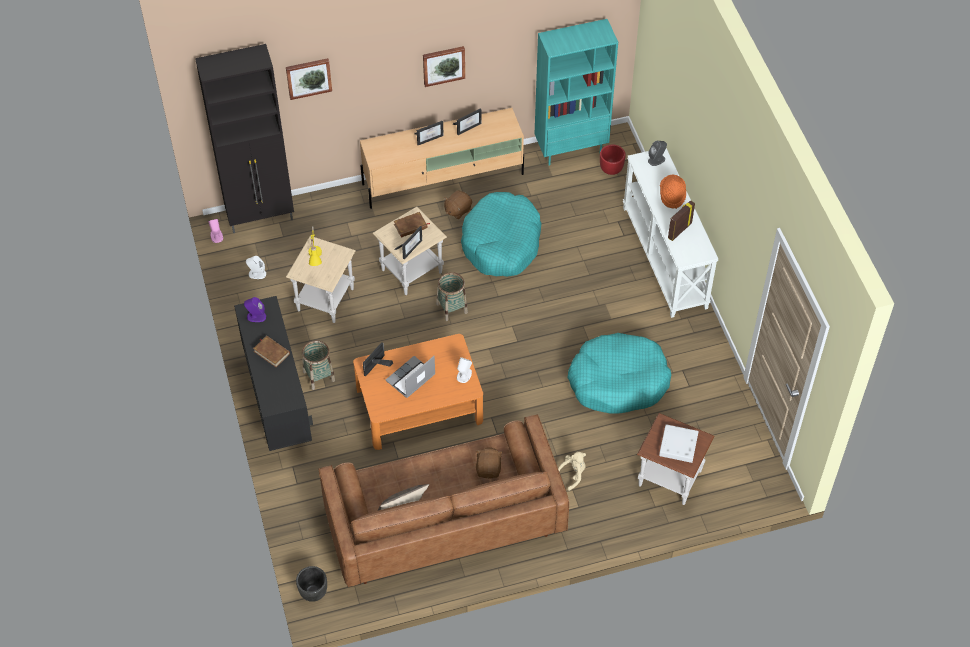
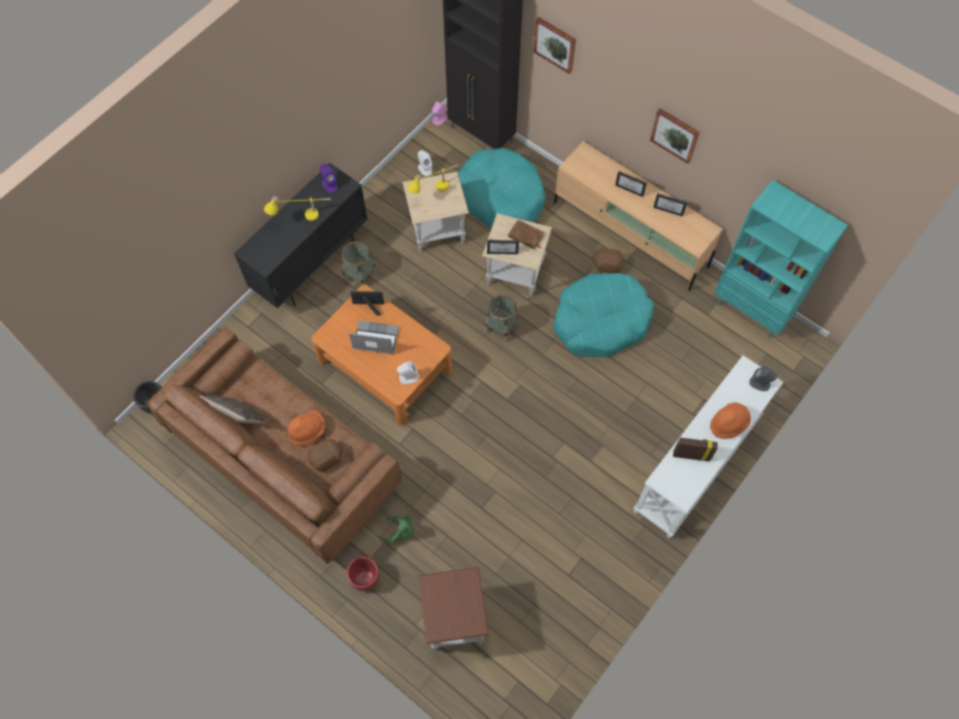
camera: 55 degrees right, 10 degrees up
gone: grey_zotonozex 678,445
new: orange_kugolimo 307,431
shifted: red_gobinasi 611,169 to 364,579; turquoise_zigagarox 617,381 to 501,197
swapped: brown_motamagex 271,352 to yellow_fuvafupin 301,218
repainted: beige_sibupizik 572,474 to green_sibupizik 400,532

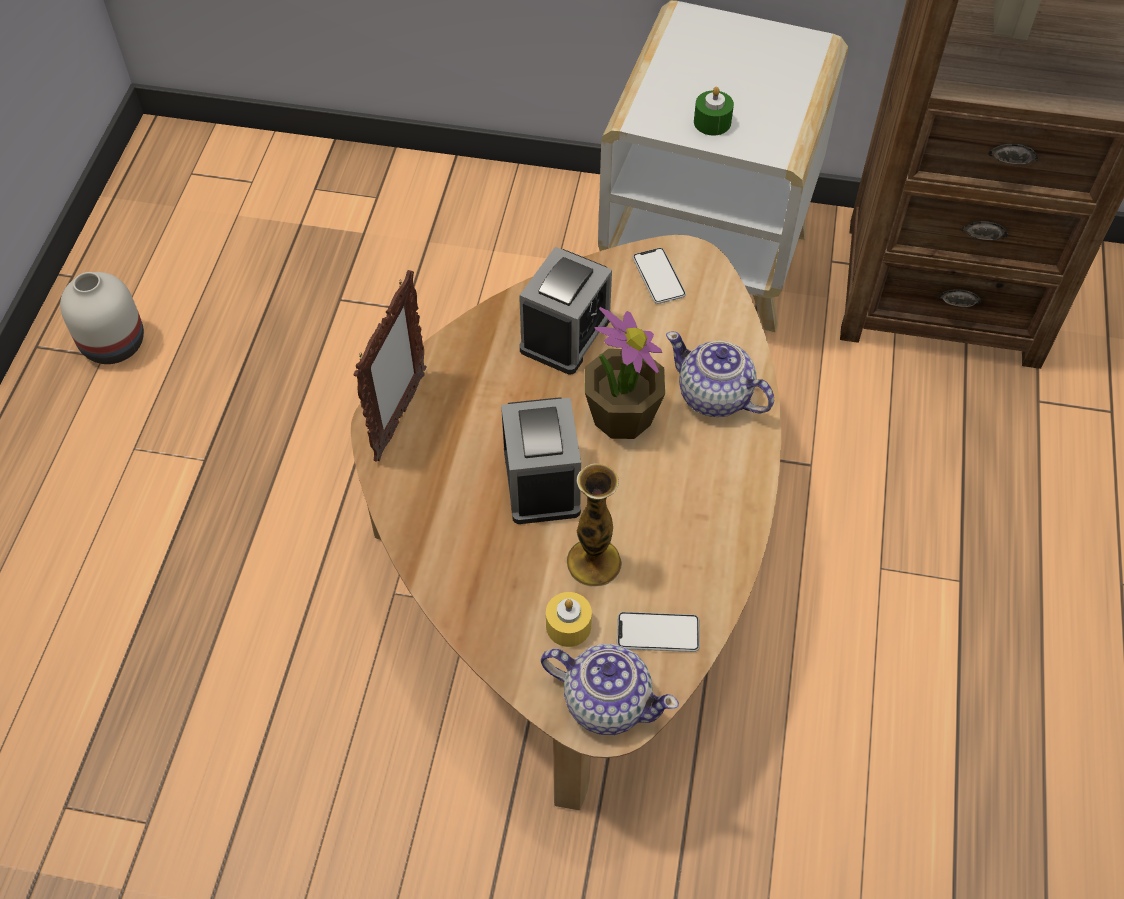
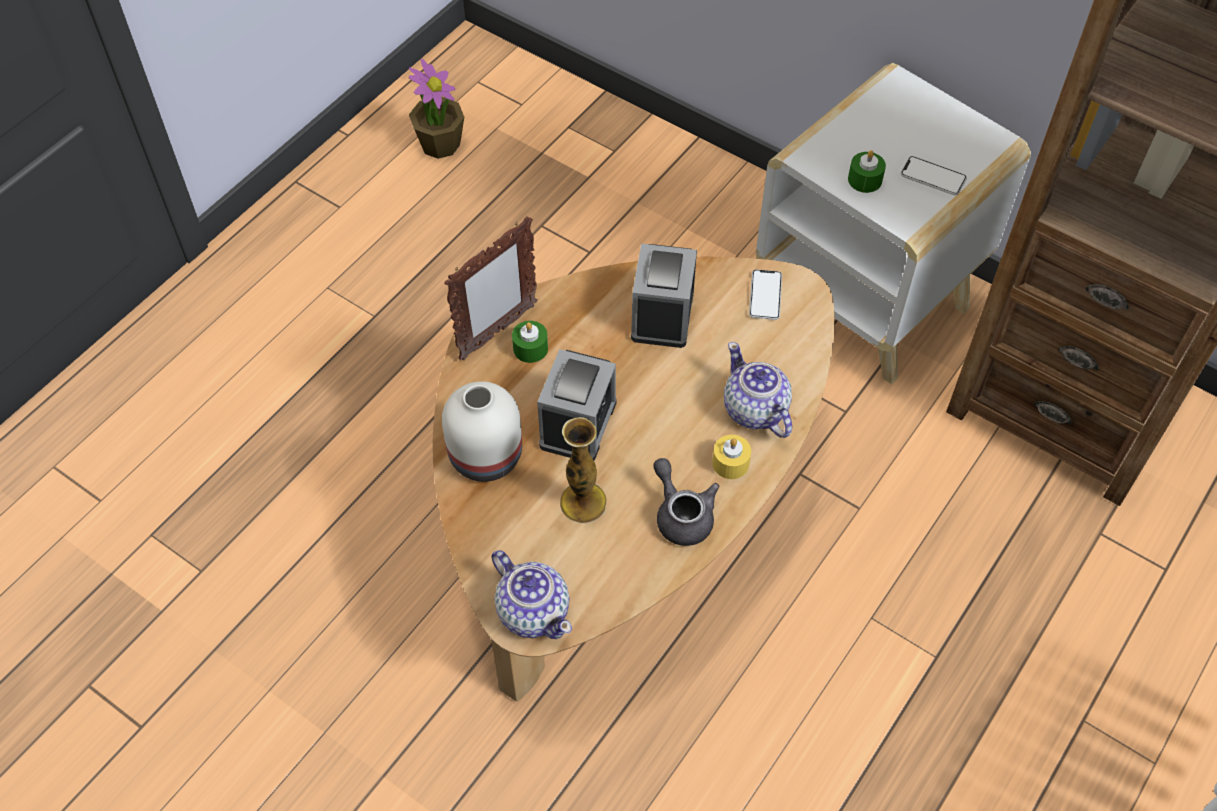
camera: 25 degrees right, 0 degrees up
new: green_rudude 530,348; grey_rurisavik 681,515
shifted: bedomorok 621,415 to 440,144; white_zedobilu 114,345 to 485,458; yellow_rudude 568,626 to 730,463; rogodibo 658,633 to 933,177
rotated: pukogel 565,334 = 662,314 135 degrees clockwise

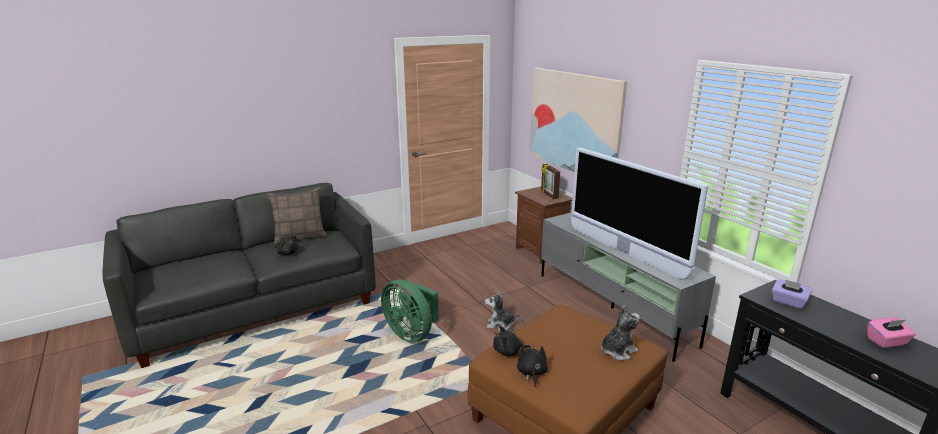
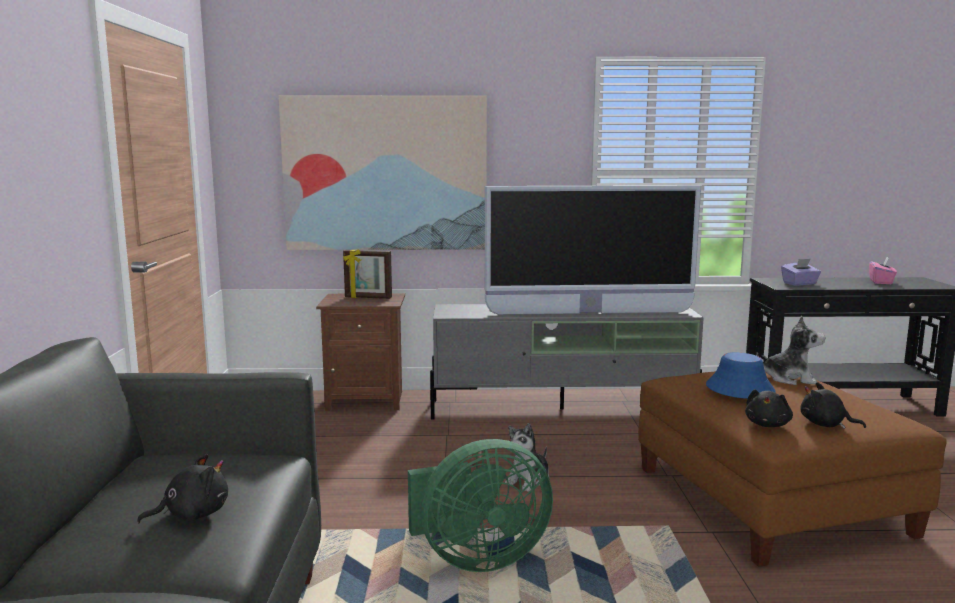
camera: 60 degrees left, 10 degrees down
gone: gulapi 300,237
new: blue_kugolimo 739,389
rotated: sibupizik 617,351 = 789,379 105 degrees clockwise

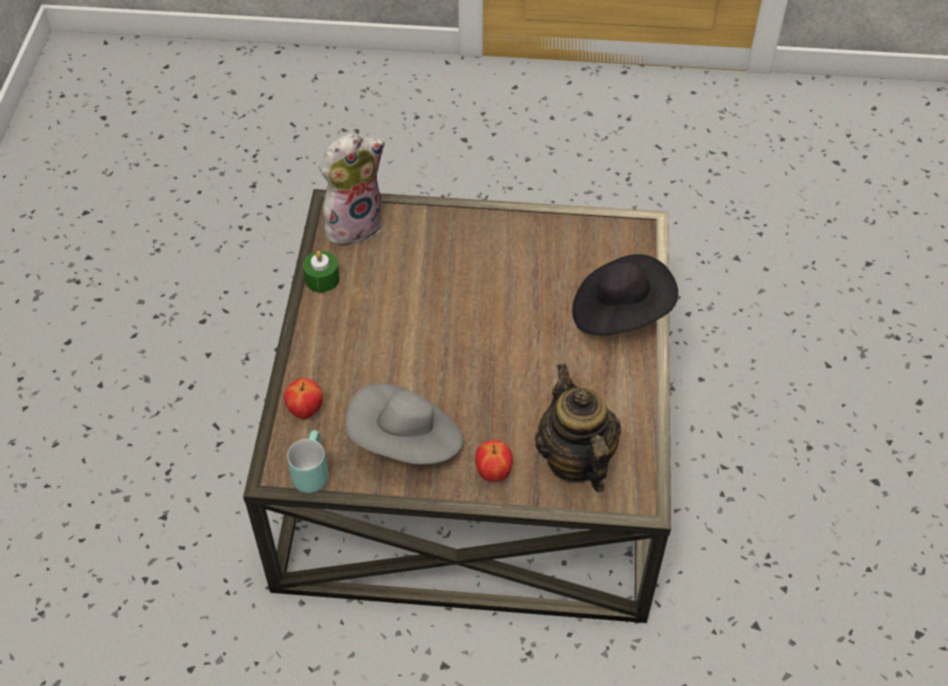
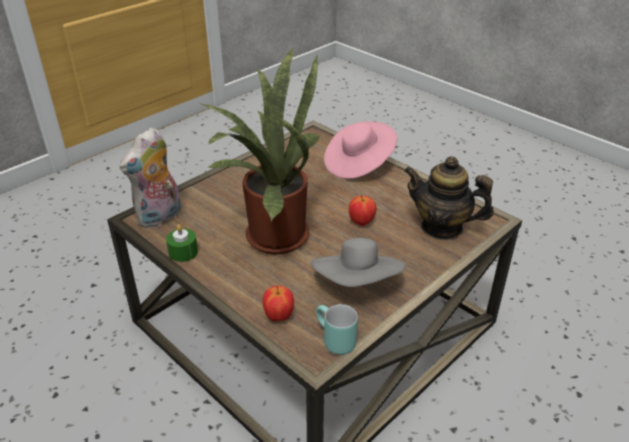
camera: 50 degrees left, 15 degrees down
new: bedomorok 271,235
shifted: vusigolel 493,473 to 361,222
repainted: black_kugolimo 620,313 to pink_kugolimo 358,164
rotated: sibupizik 354,223 = 160,218 150 degrees counterclockwise

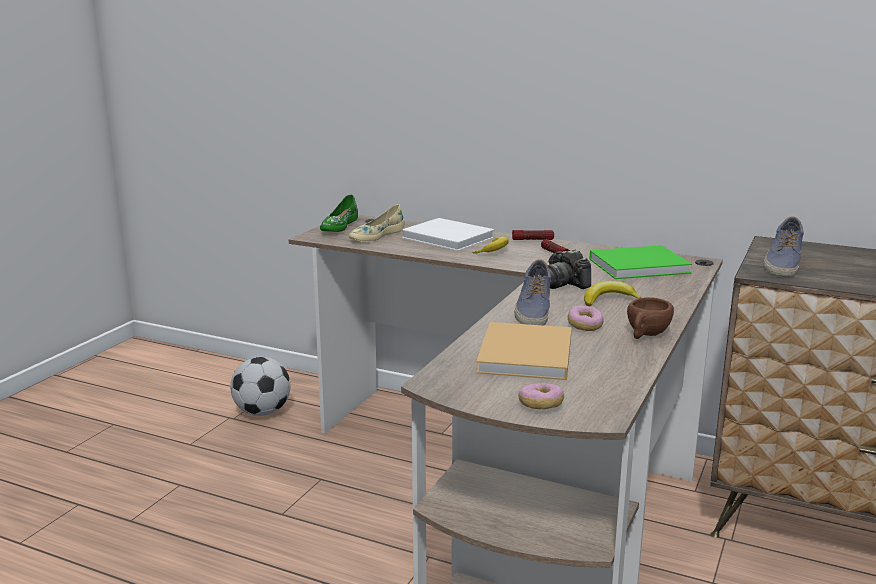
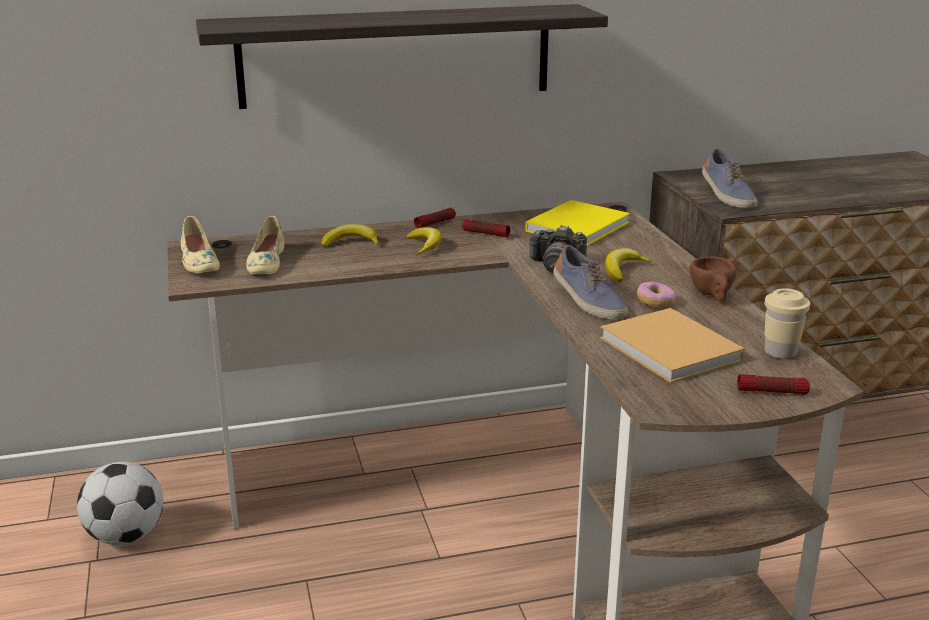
camera: 40 degrees left, 5 degrees up
new: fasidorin 396,55; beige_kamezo 780,352
swapped: white_motamagex 450,238 to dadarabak 351,243; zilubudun 540,405 to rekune 772,392
repainted: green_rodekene 338,226 to beige_rodekene 198,261; green_motamagex 641,266 to yellow_motamagex 579,226

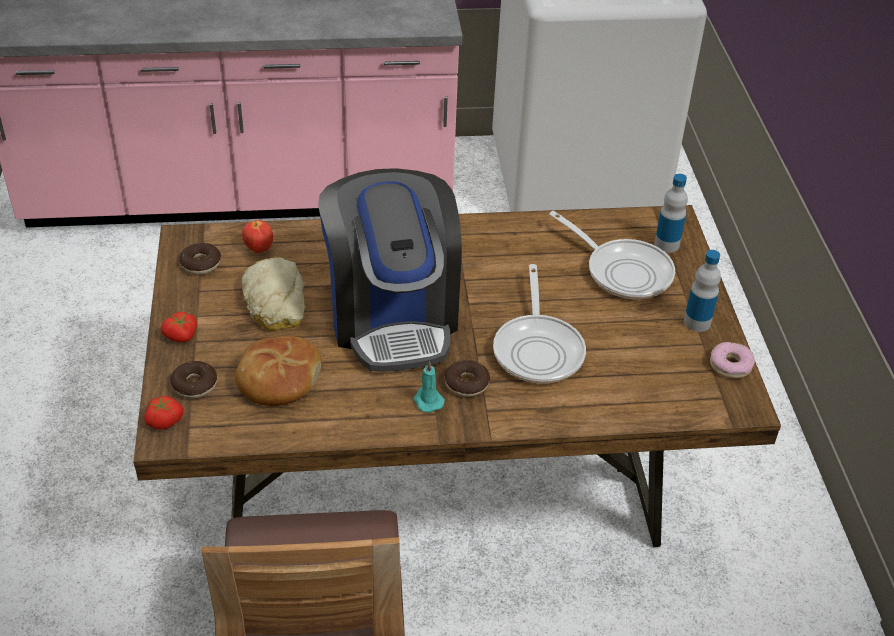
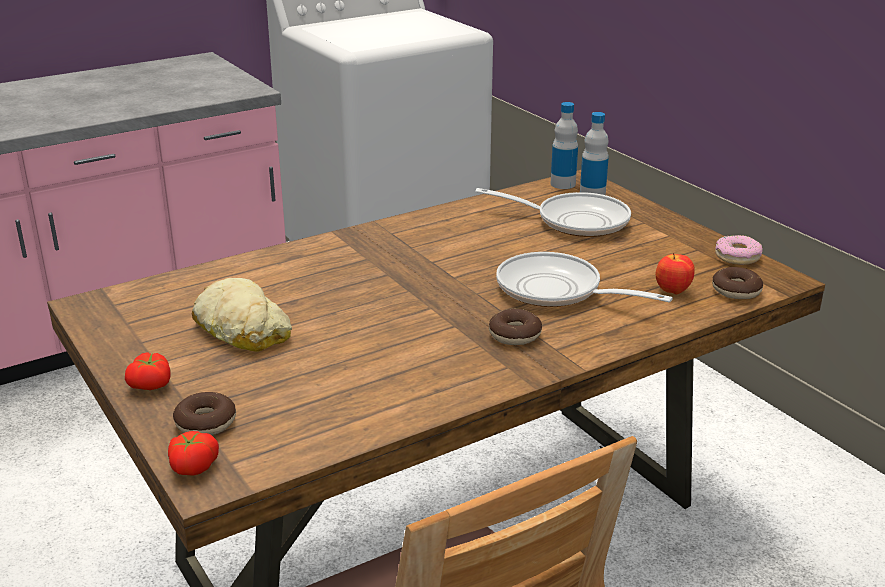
camera: 25 degrees left, 15 degrees down
gone: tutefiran 278,380; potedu 392,316; turquoise_rudude 427,400
shifted: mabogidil 697,322 to 563,184; vusigolel 258,249 to 672,291; zilubudun 201,264 to 736,291
rotated: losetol 538,349 = 557,291 150 degrees clockwise

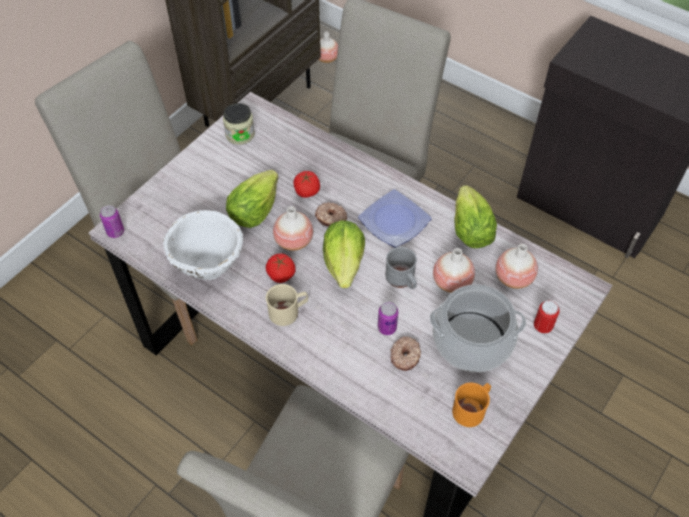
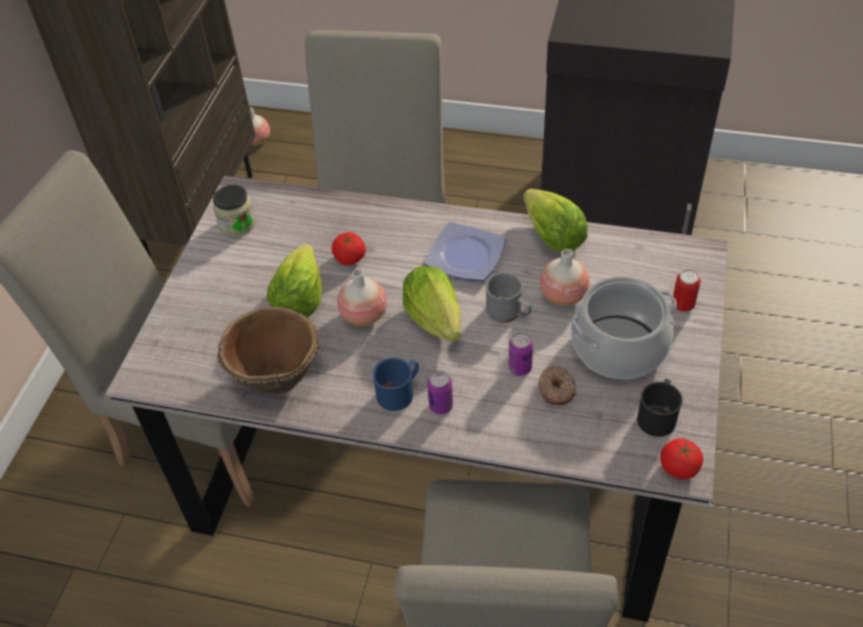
camera: 20 degrees left, 5 degrees down
gone: zilubudun 331,218; zedobilu 513,278
shifted: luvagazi 115,232 to 441,406; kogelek 281,275 to 678,468
repainted: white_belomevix 208,264 to brown_belomevix 275,375; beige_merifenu 288,311 to blue_merifenu 399,392; orange_merifenu 472,408 to black_merifenu 658,415

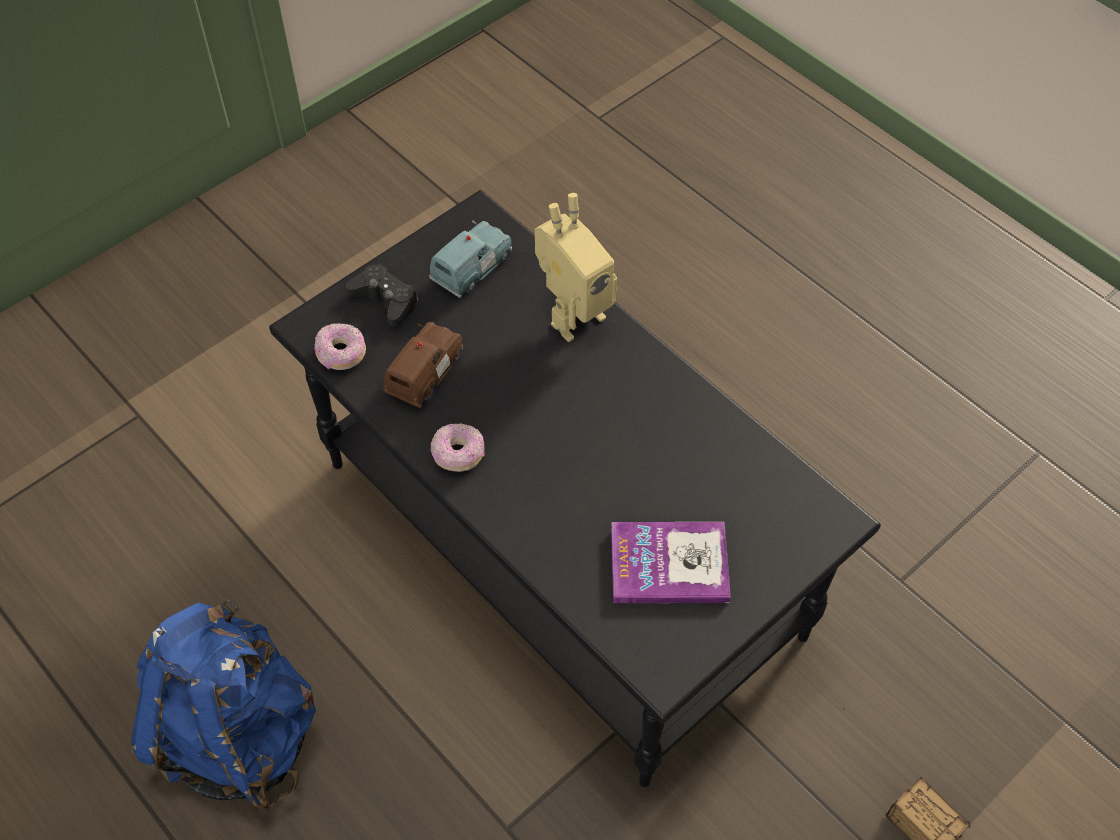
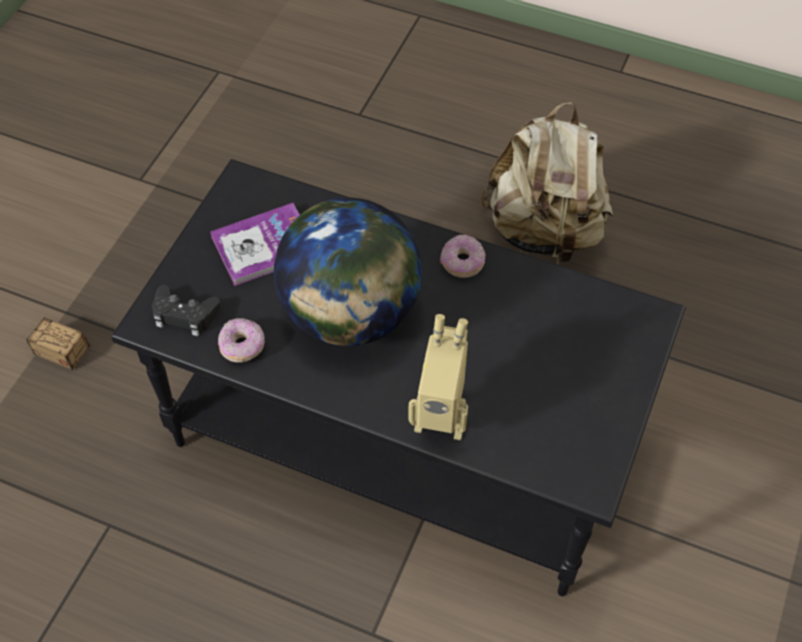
camera: 155 degrees right, 0 degrees up
gone: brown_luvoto 426,373; blue_luvoto 473,268
new: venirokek 351,314
shifted: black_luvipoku 385,300 to 184,315; zilubudun 341,354 to 242,346
repainted: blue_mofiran 239,735 to beige_mofiran 544,231
rotated: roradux 572,315 = 441,415 105 degrees counterclockwise

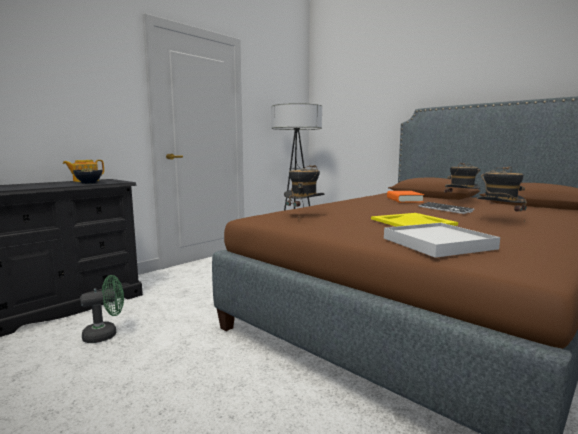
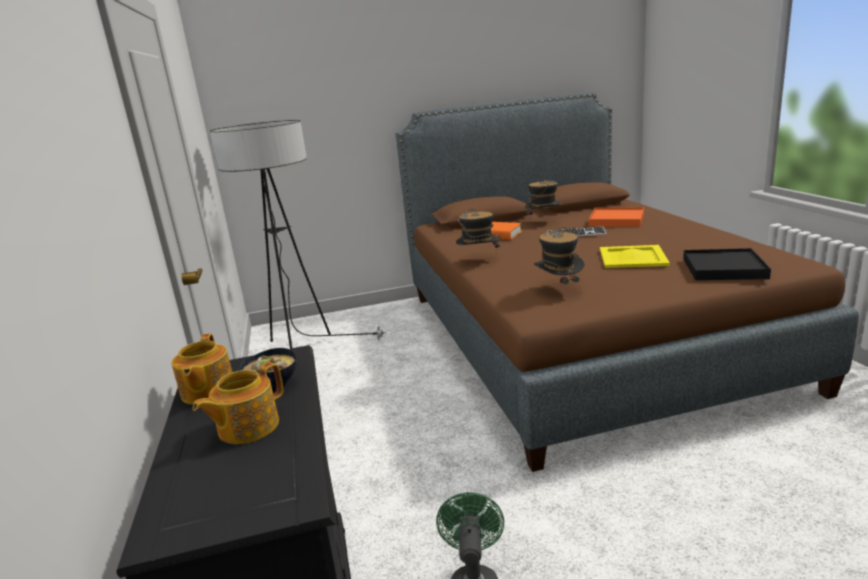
camera: 55 degrees left, 10 degrees up
new: rurisavik 247,427; orange_zotonozex 616,220
shifted: kugolimo 498,221 to 479,260
repainted: white_zotonozex 438,243 to black_zotonozex 724,268

